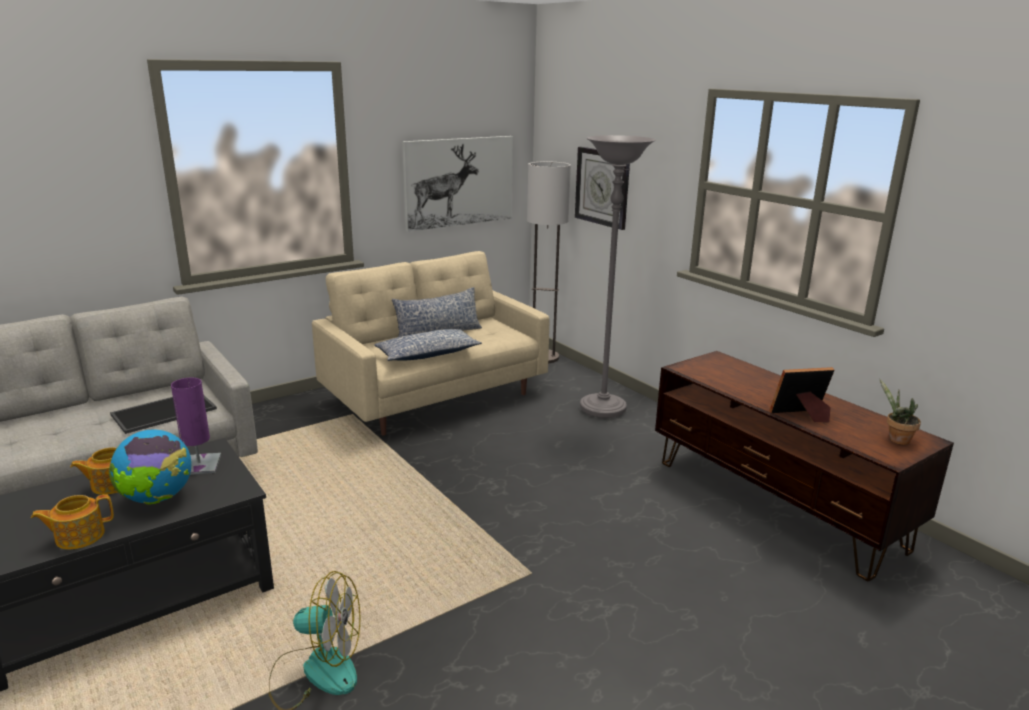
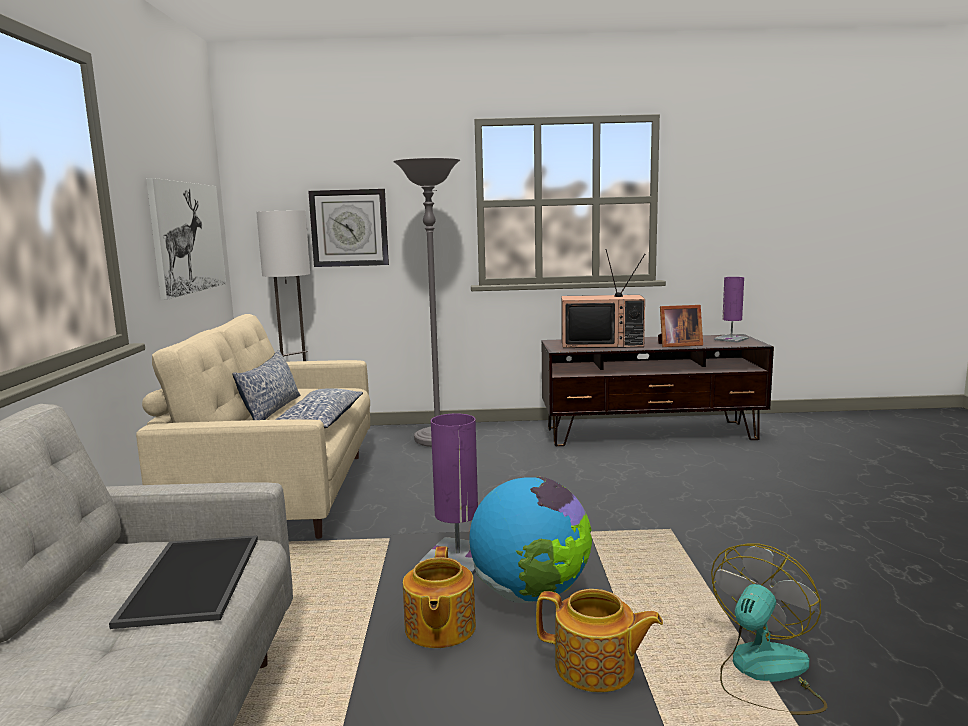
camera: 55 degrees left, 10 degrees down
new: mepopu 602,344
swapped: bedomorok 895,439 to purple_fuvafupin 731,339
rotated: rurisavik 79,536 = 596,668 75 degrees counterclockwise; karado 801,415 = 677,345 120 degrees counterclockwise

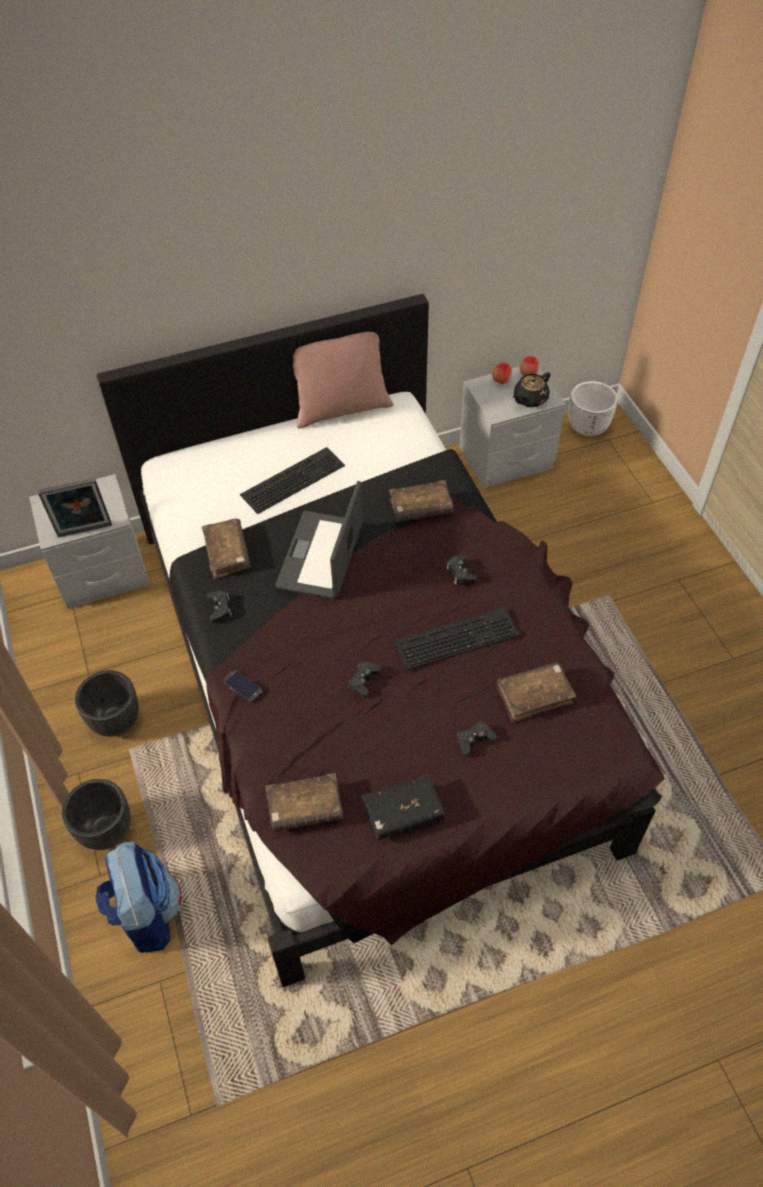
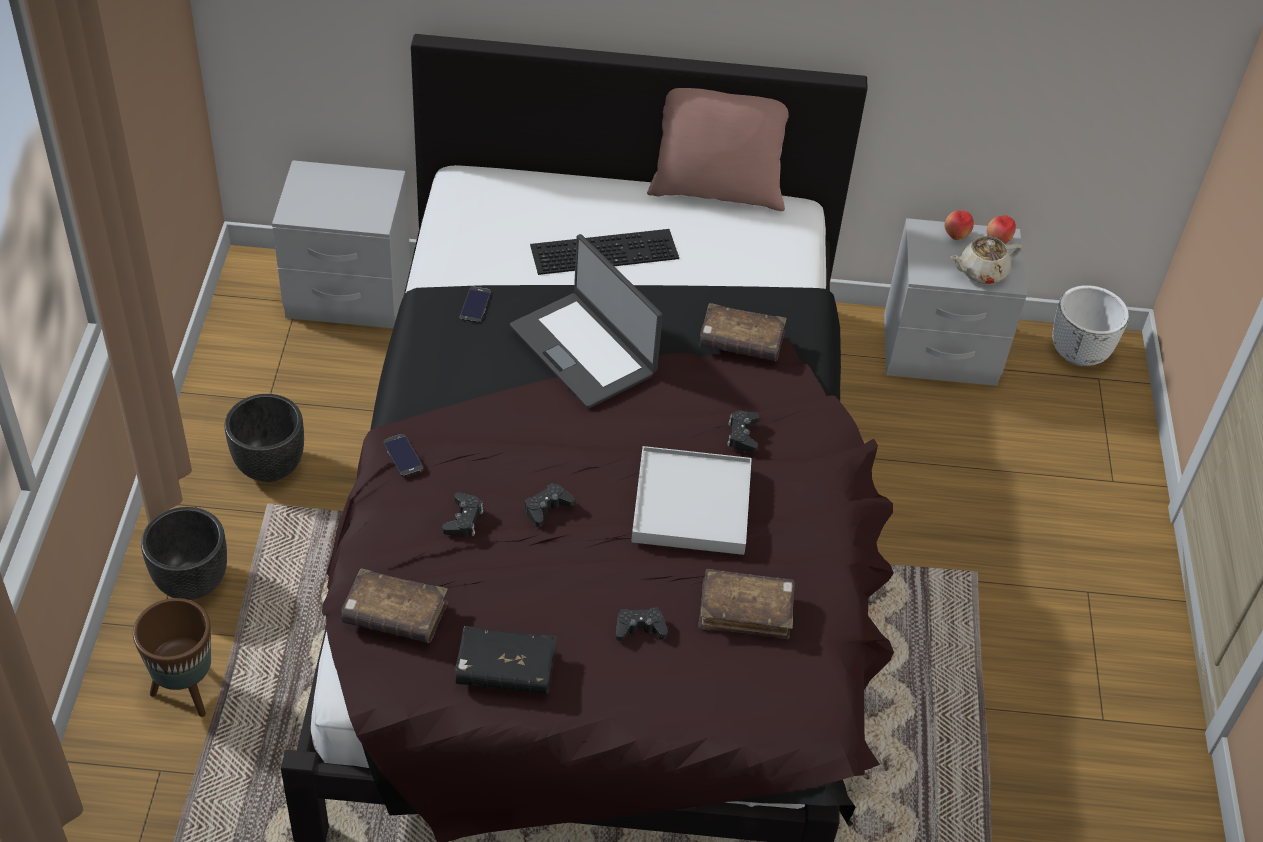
camera: 20 degrees right, 5 degrees down
gone: karado 85,532
shifted: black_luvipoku 219,609 to 463,520
swapped: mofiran 146,913 to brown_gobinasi 186,691; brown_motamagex 227,553 to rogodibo 475,305; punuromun 457,636 to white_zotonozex 692,504
repainted: black_rurisavik 529,399 to beige_rurisavik 981,272
rotated: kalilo 322,555 = 584,349 75 degrees counterclockwise

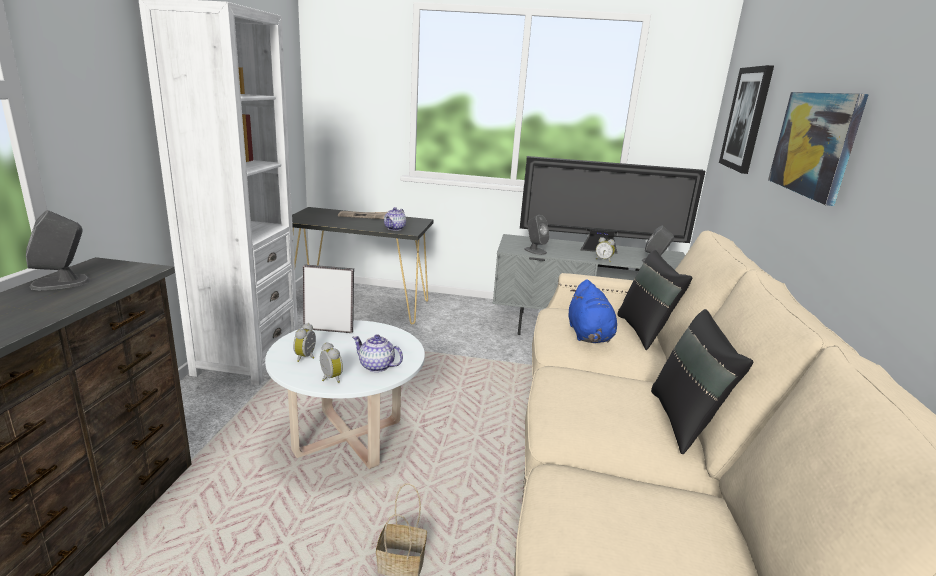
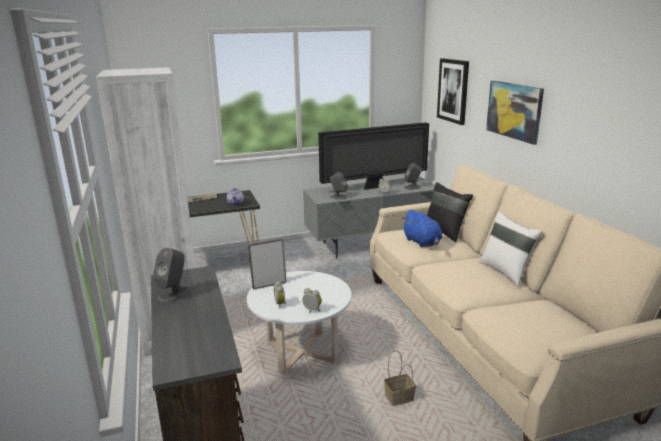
camera: 25 degrees left, 0 degrees up
gone: rurisavik 376,366
repainted: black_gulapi 685,422 to white_gulapi 506,272

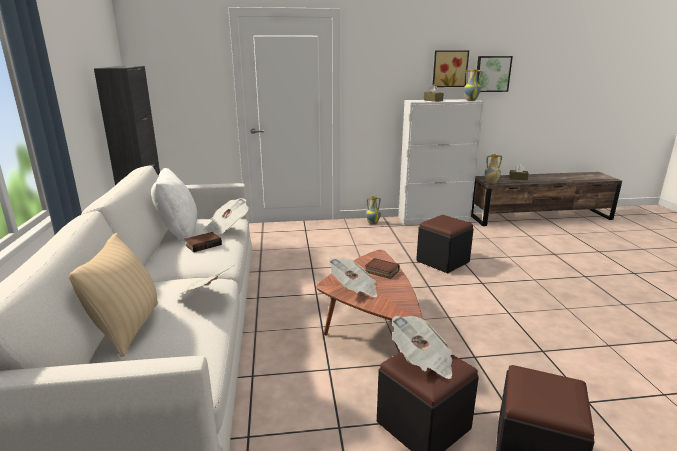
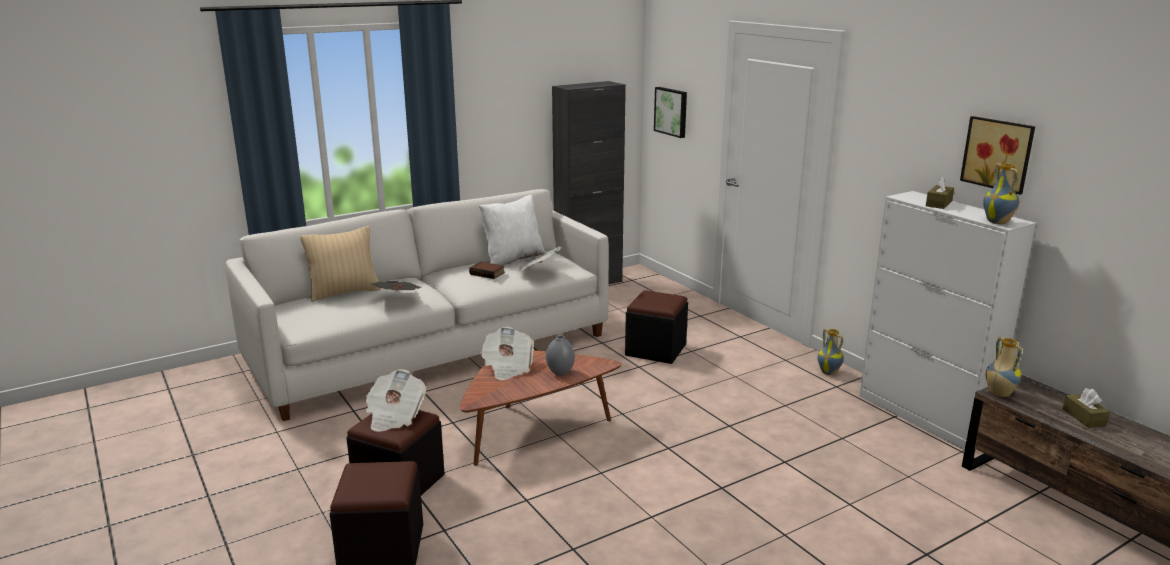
camera: 65 degrees right, 0 degrees up
shifted: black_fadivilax 442,261 to 656,350; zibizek 492,74 to 672,111
swapped: motamagex 381,271 to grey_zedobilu 560,372

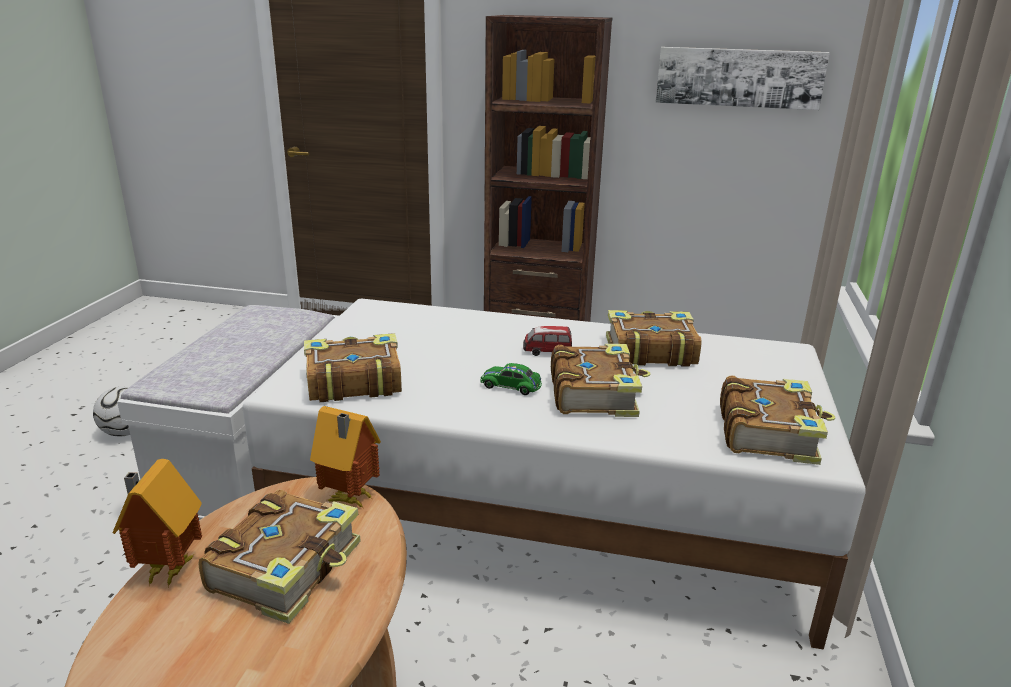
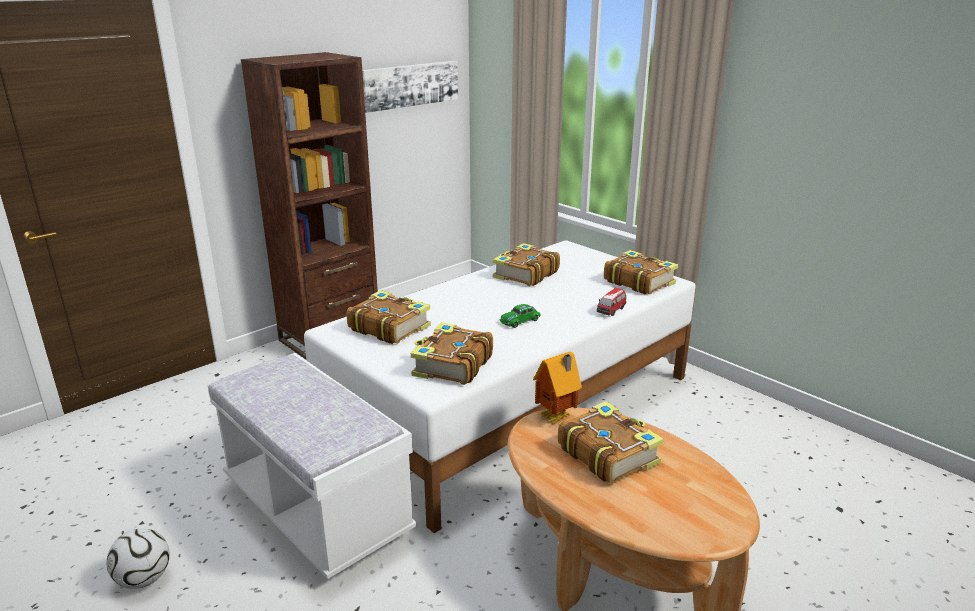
camera: 55 degrees left, 0 degrees up
gone: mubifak 166,570
shifted: motamagex 595,393 to 389,327; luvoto 547,352 to 611,311

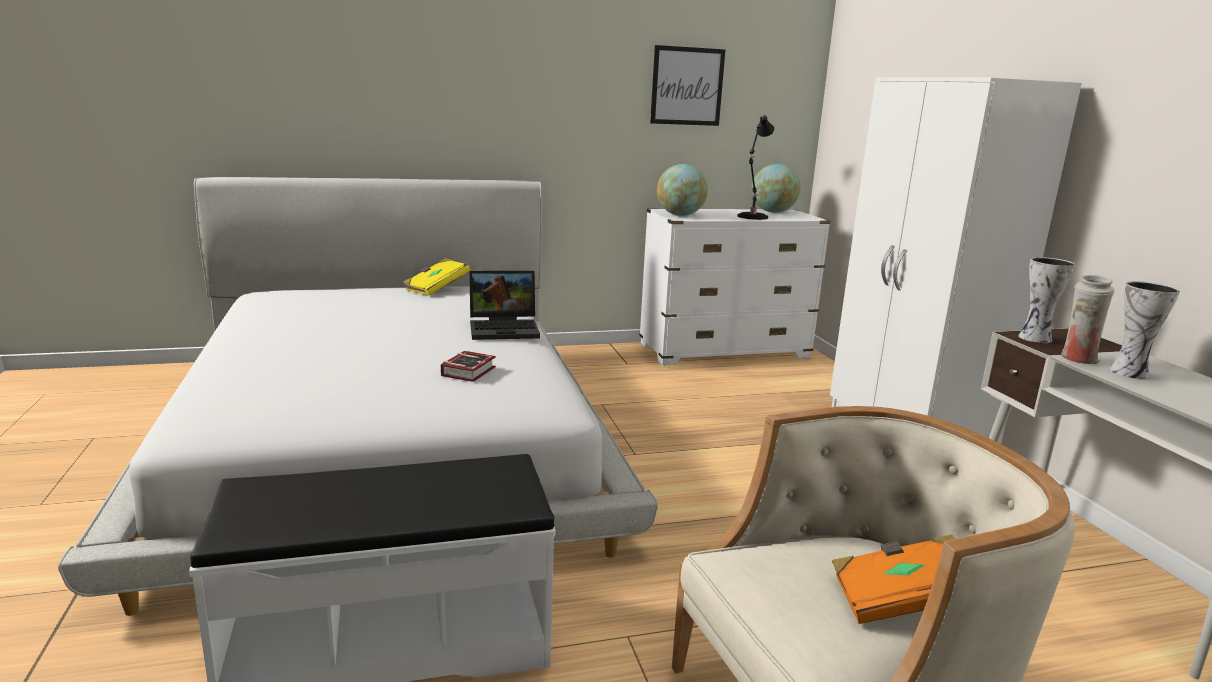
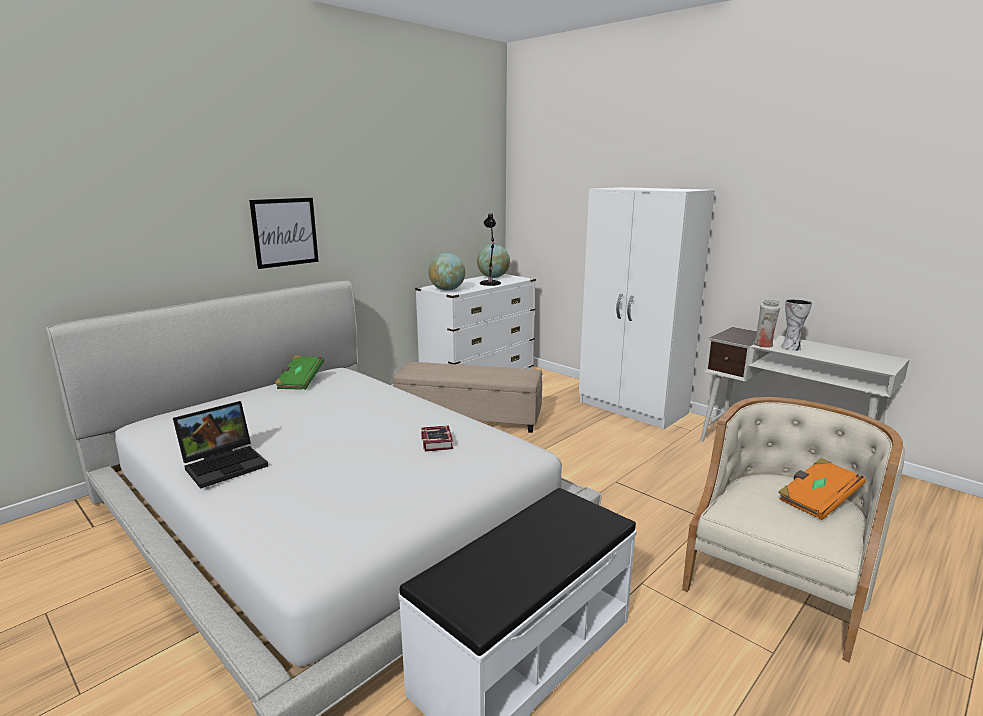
camera: 30 degrees left, 0 degrees up
gone: zedobilu 1035,338
new: beige_fadivilax 469,417
shifted: kalilo 505,328 to 226,464; zibizek 687,86 to 285,232
repainted: yellow_motamagex 436,288 to green_motamagex 300,382

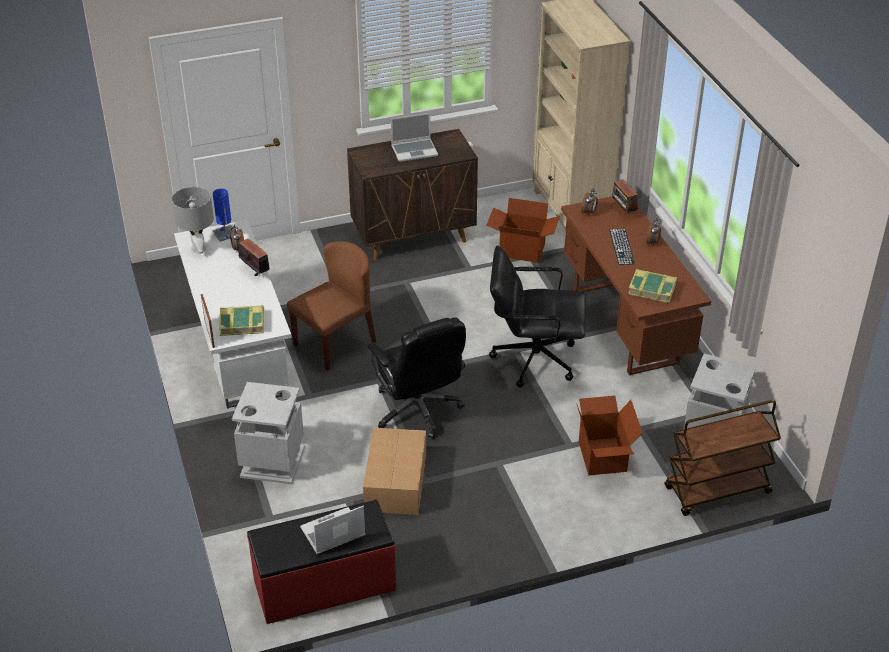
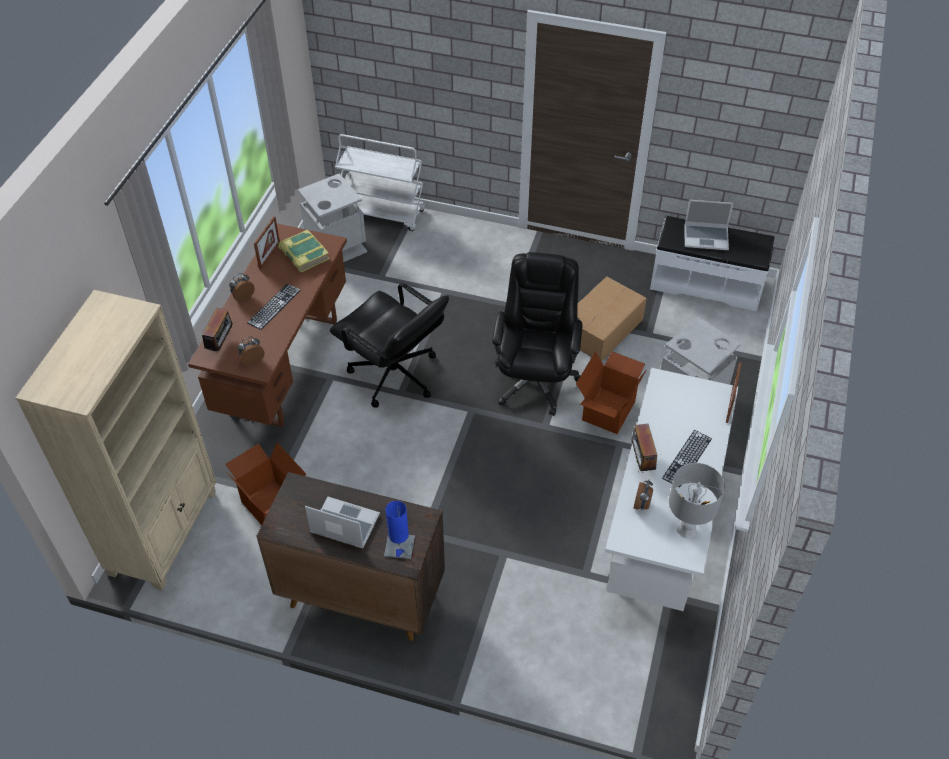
camera: 145 degrees left, 10 degrees up
gone: motamagex 242,323; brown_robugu 335,343
new: karado 269,255; punuromun 687,458
shifted: blue_fuvafupin 225,233 to 399,546; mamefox 603,456 to 607,410
repainted: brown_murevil 717,491 to white_murevil 383,213; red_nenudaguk 325,585 to white_nenudaguk 706,283

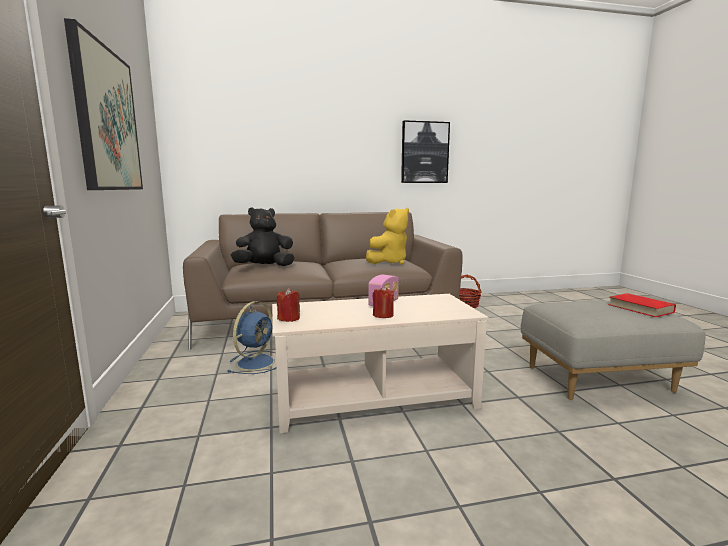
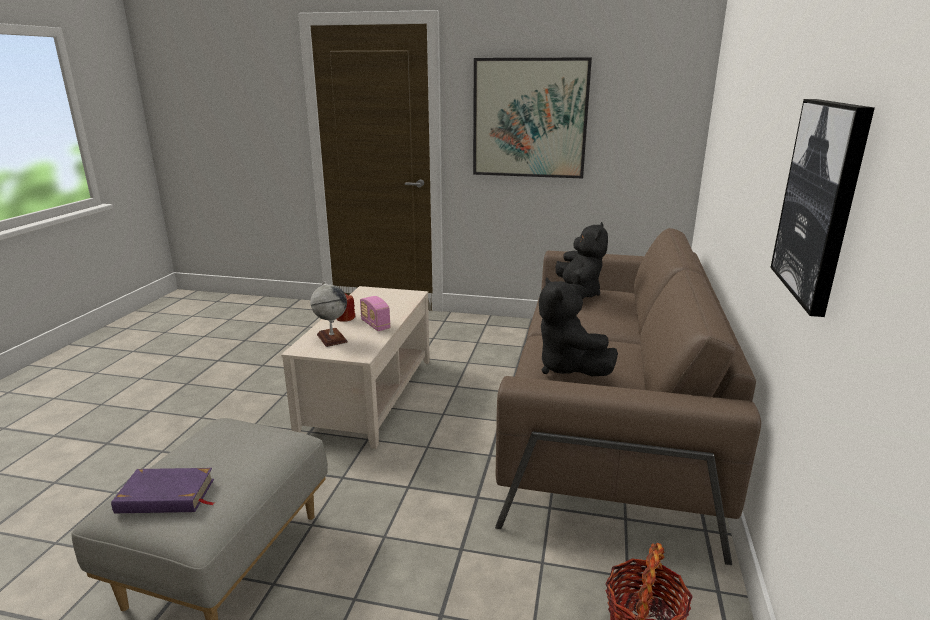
camera: 115 degrees right, 10 degrees up
gone: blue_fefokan 257,362; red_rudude 289,318
new: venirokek 332,338
repainted: red_motamagex 640,308 to purple_motamagex 166,496; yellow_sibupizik 389,262 to black_sibupizik 568,368

